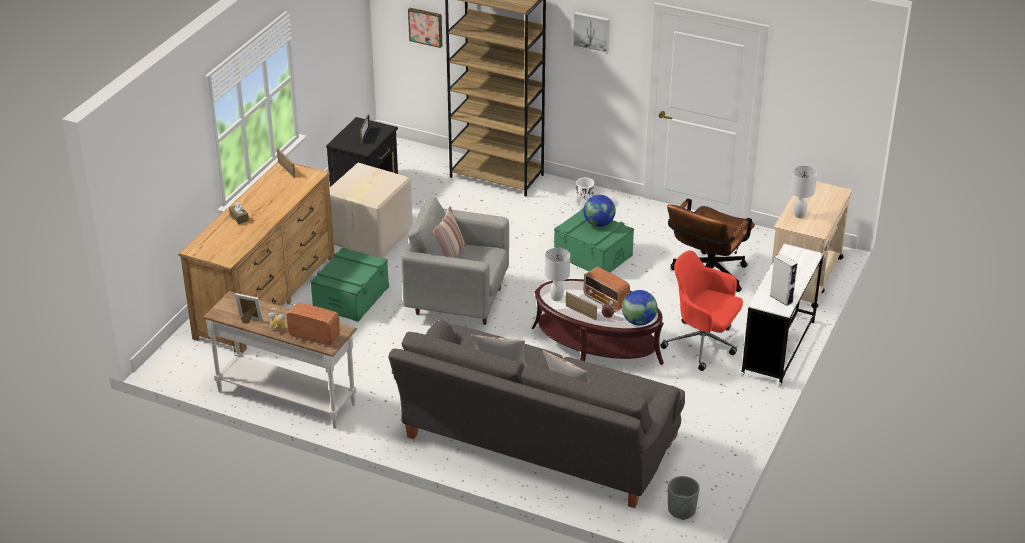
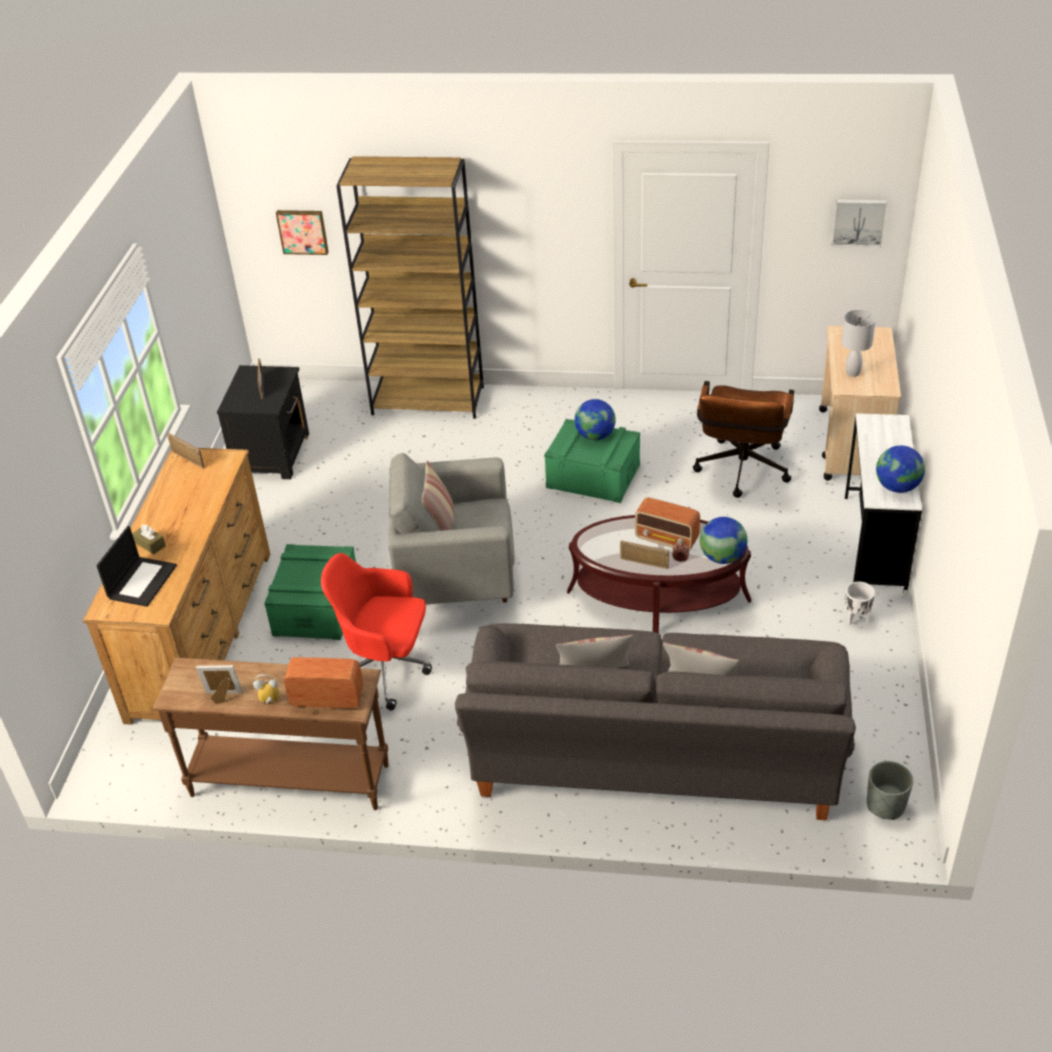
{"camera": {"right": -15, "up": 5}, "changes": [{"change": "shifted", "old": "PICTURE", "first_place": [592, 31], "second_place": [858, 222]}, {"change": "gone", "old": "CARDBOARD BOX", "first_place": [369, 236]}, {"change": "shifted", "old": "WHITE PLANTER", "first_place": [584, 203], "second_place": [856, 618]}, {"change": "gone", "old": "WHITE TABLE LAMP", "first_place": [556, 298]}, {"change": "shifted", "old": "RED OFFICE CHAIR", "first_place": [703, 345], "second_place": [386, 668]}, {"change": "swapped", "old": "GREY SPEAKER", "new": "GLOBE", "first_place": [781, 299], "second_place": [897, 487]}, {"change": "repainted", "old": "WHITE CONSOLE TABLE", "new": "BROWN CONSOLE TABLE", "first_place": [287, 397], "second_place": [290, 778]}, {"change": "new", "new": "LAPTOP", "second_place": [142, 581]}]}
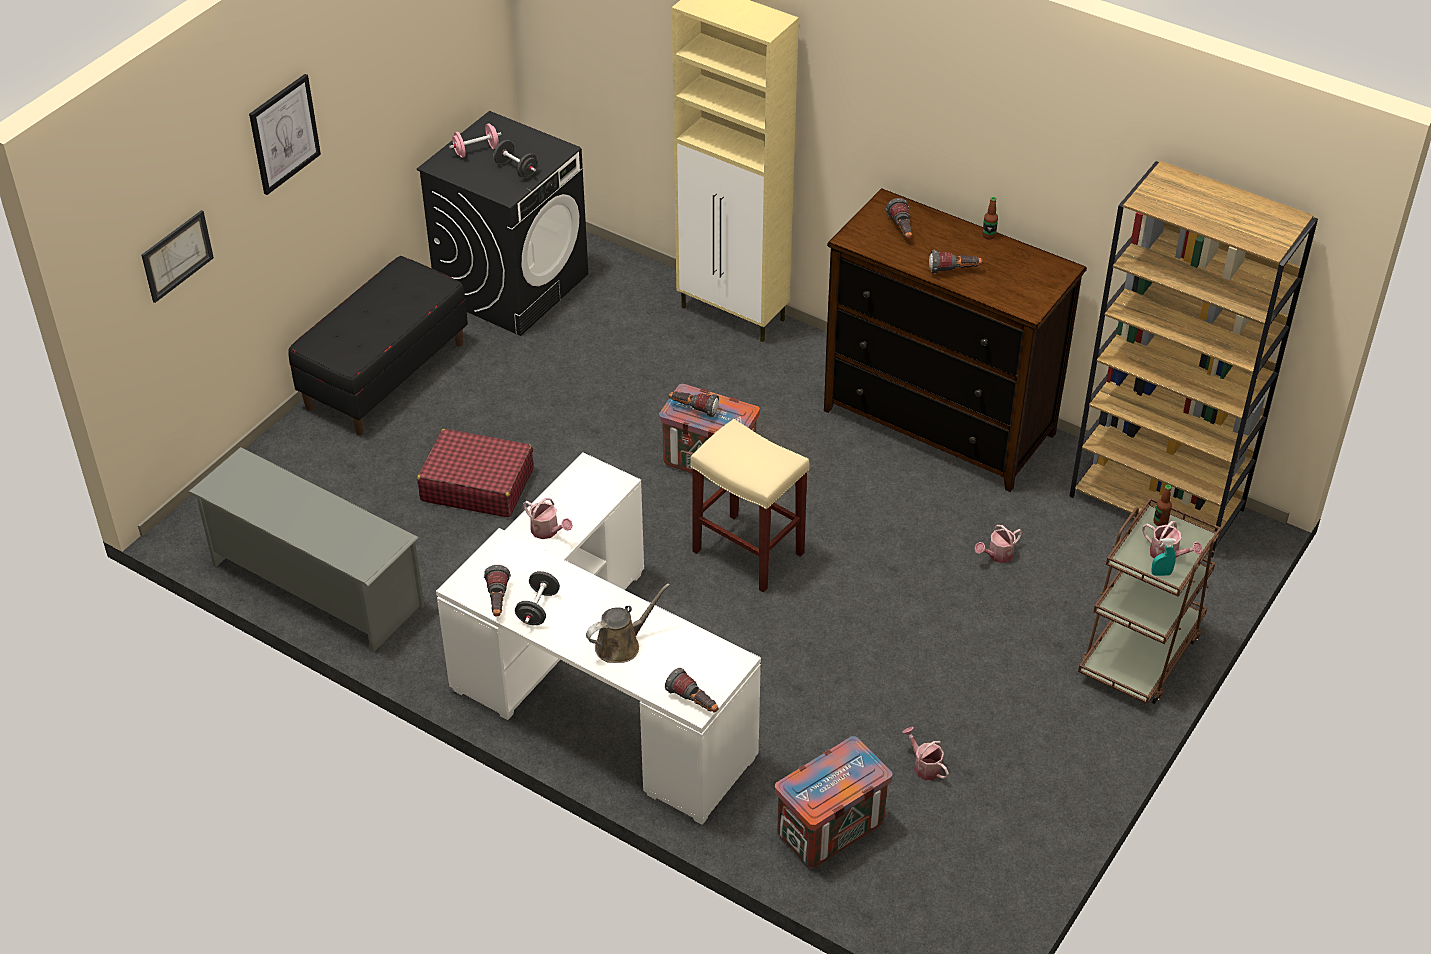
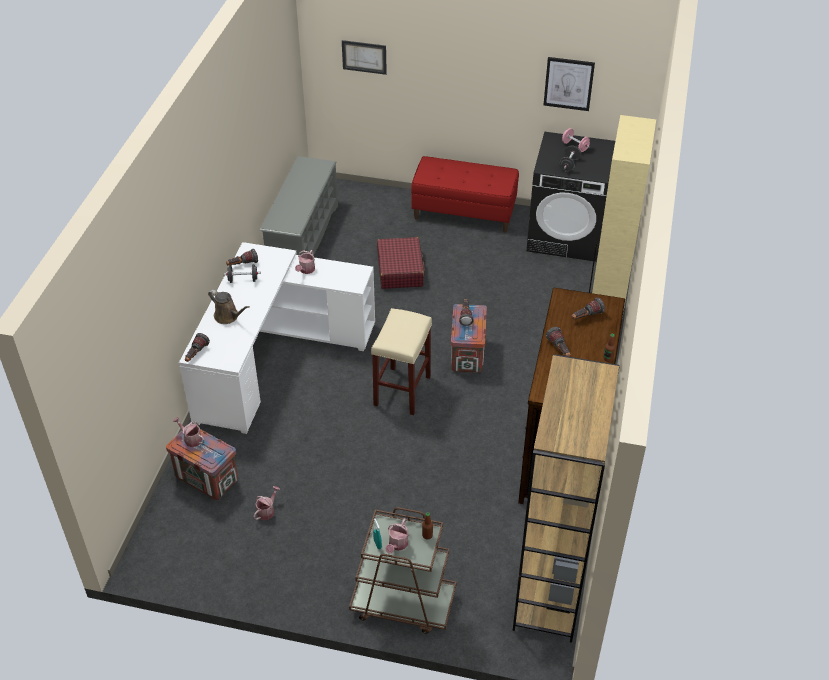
{"camera": {"right": 70, "up": 0}, "changes": [{"change": "shifted", "old": "PICTURE", "first_place": [284, 134], "second_place": [568, 83]}, {"change": "repainted", "old": "BLACK BENCH", "new": "RED BENCH", "first_place": [385, 375], "second_place": [464, 213]}, {"change": "shifted", "old": "WATERING CAN", "first_place": [997, 555], "second_place": [191, 439]}]}
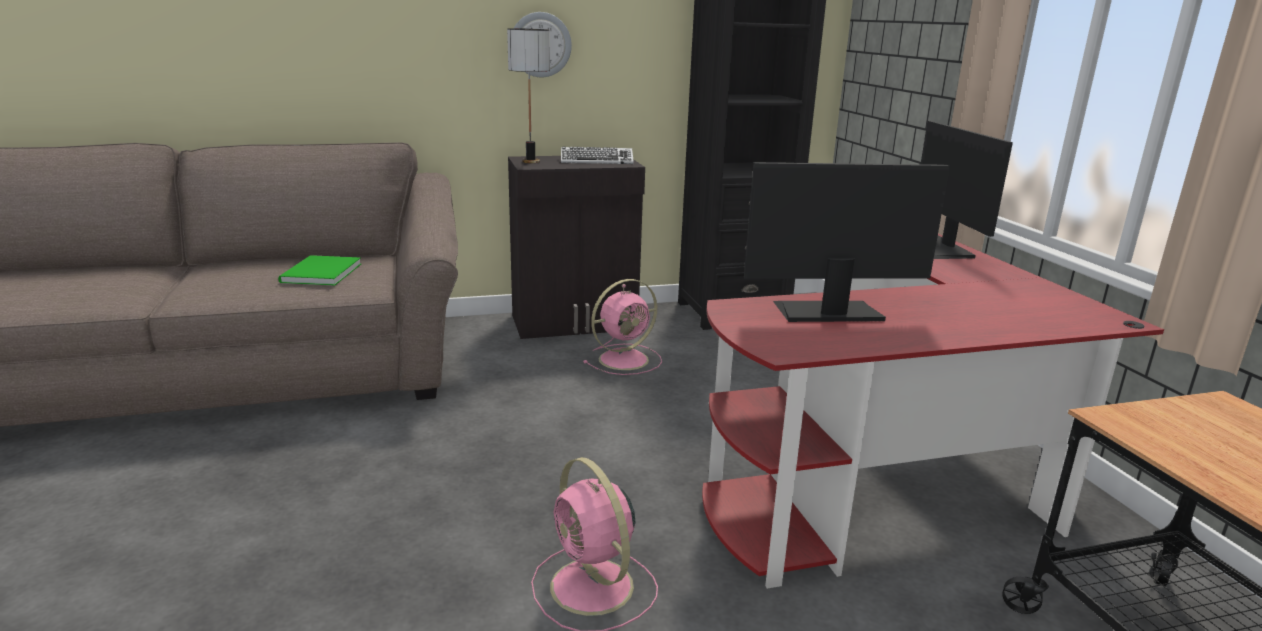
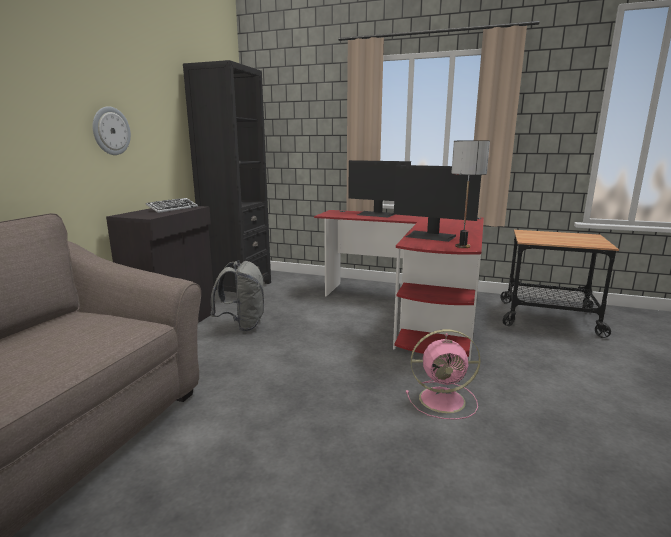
{"camera": {"right": -55, "up": -5}, "changes": [{"change": "shifted", "old": "TABLE LAMP", "first_place": [530, 161], "second_place": [462, 246]}, {"change": "rotated", "old": "MONITOR", "first_place": [827, 312], "second_place": [431, 236], "degrees": -90}, {"change": "gone", "old": "GREEN BOOK", "first_place": [319, 273]}, {"change": "swapped", "old": "PINK FAN", "new": "GREY BACKPACK", "first_place": [625, 359], "second_place": [242, 325]}]}
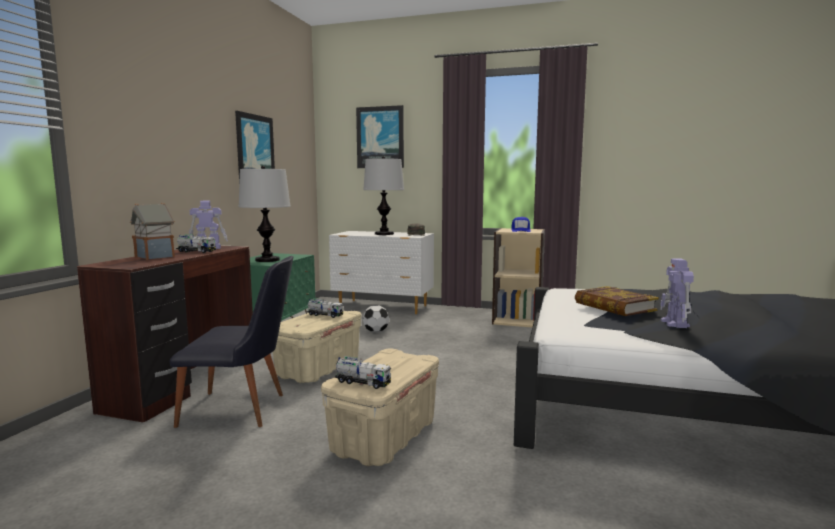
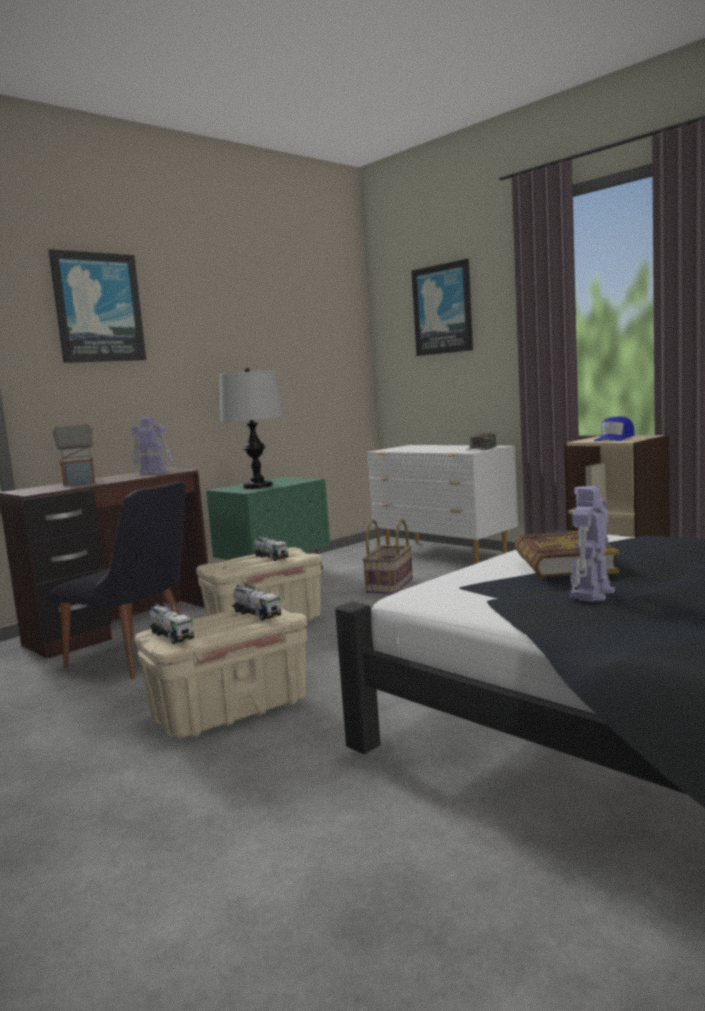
{"camera": {"right": 30, "up": 0}, "changes": [{"change": "shifted", "old": "PICTURE", "first_place": [254, 151], "second_place": [98, 308]}, {"change": "gone", "old": "TABLE LAMP", "first_place": [383, 234]}, {"change": "shifted", "old": "TOY TRUCK", "first_place": [196, 251], "second_place": [256, 614]}, {"change": "swapped", "old": "FOOTBALL", "new": "BASKET", "first_place": [376, 331], "second_place": [390, 585]}]}
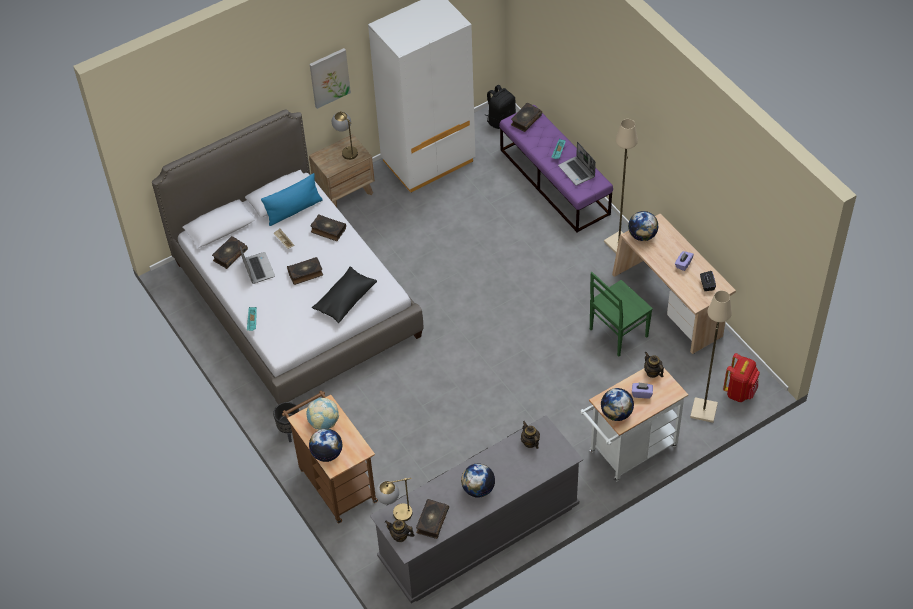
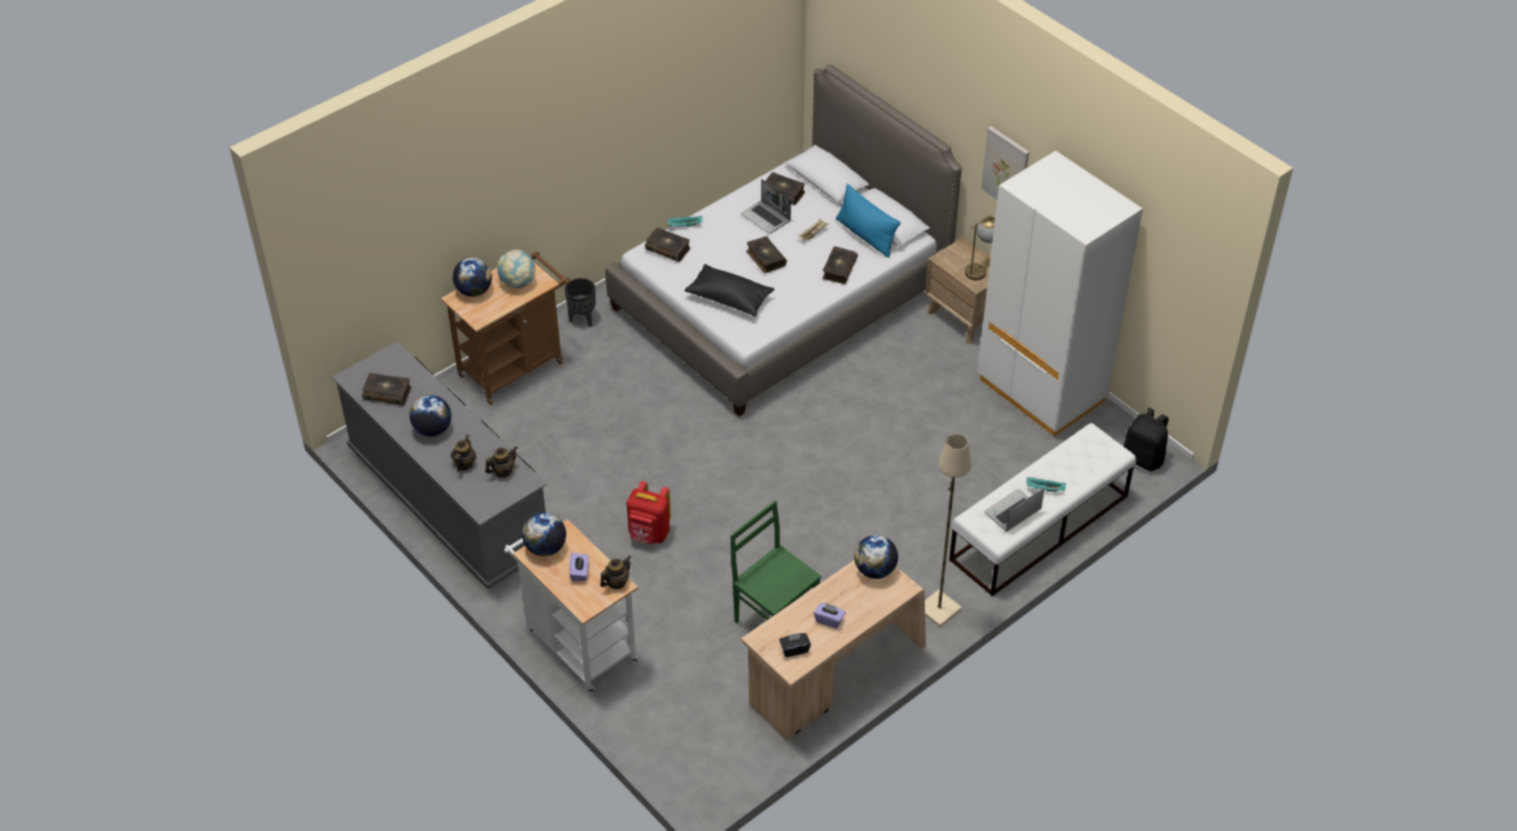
{"camera": {"right": 80, "up": -5}, "changes": [{"change": "shifted", "old": "BOOK", "first_place": [525, 120], "second_place": [668, 249]}, {"change": "repainted", "old": "PURPLE BENCH", "new": "WHITE BENCH", "first_place": [554, 182], "second_place": [1039, 528]}, {"change": "rotated", "old": "LAPTOP", "first_place": [258, 268], "second_place": [766, 218], "degrees": 75}, {"change": "gone", "old": "BEIGE FLOOR LAMP", "first_place": [704, 411]}, {"change": "shifted", "old": "RED BACKPACK", "first_place": [740, 391], "second_place": [649, 534]}, {"change": "gone", "old": "TABLE LAMP", "first_place": [395, 515]}, {"change": "shifted", "old": "TEAPOT", "first_place": [400, 536], "second_place": [464, 464]}]}
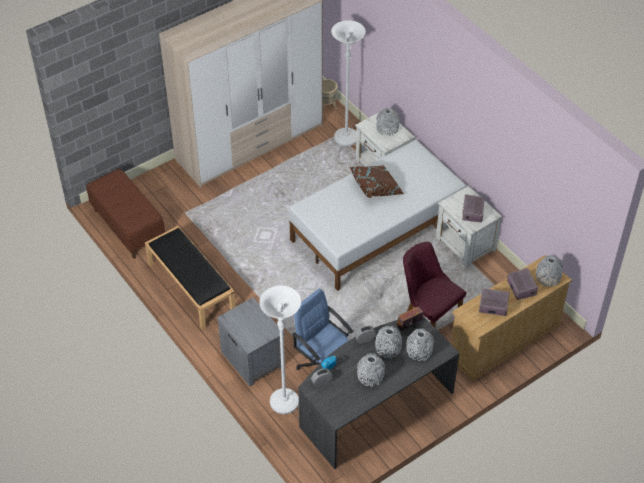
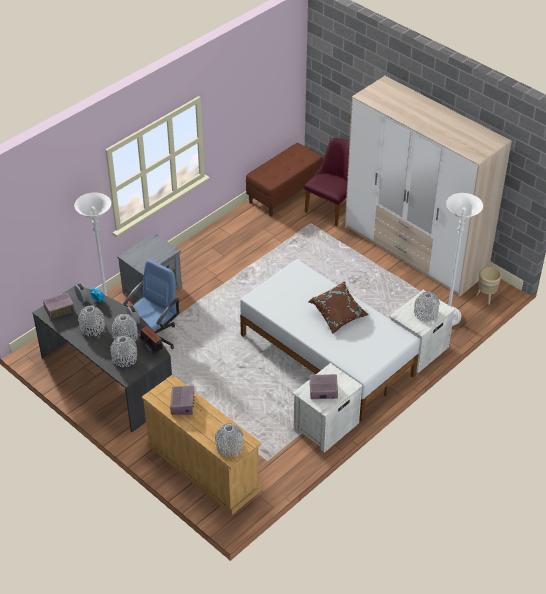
{"camera": {"right": 80, "up": -5}, "changes": [{"change": "gone", "old": "BLACK BENCH", "first_place": [190, 287]}, {"change": "shifted", "old": "PURPLE CHAIR", "first_place": [428, 314], "second_place": [332, 207]}, {"change": "shifted", "old": "RADIO", "first_place": [521, 288], "second_place": [59, 310]}]}
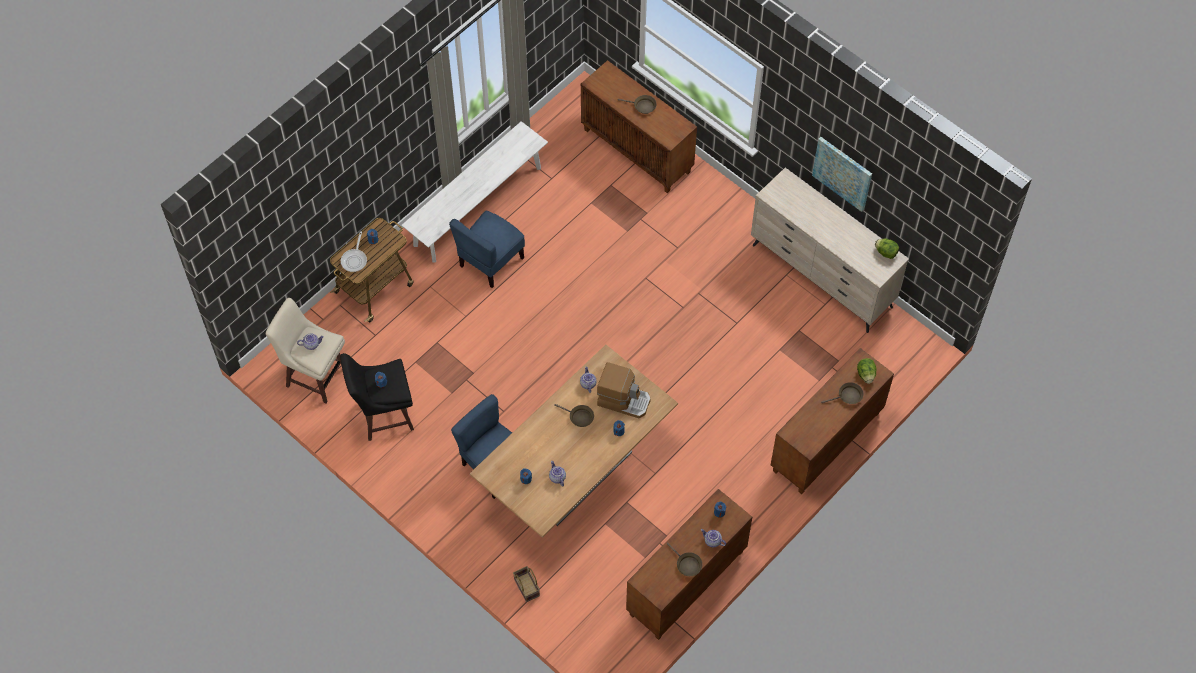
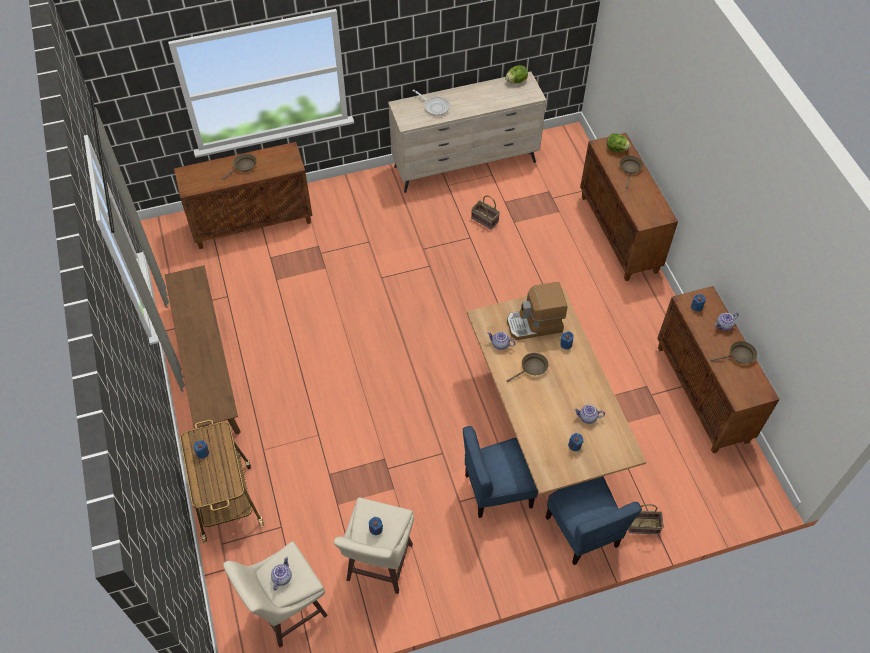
{"camera": {"right": -60, "up": -5}, "changes": [{"change": "repainted", "old": "WHITE BENCH", "new": "BROWN BENCH", "first_place": [477, 206], "second_place": [208, 367]}, {"change": "gone", "old": "PICTURE", "first_place": [842, 173]}, {"change": "shifted", "old": "BLUE CHAIR", "first_place": [490, 262], "second_place": [583, 531]}, {"change": "shifted", "old": "FRYING PAN", "first_place": [355, 259], "second_place": [435, 107]}, {"change": "repainted", "old": "BLACK STOOL", "new": "BEIGE STOOL", "first_place": [384, 415], "second_place": [378, 564]}, {"change": "rotated", "old": "COFFEE MACHINE", "first_place": [623, 400], "second_place": [535, 325], "degrees": -150}, {"change": "new", "new": "BASKET", "second_place": [485, 220]}]}
